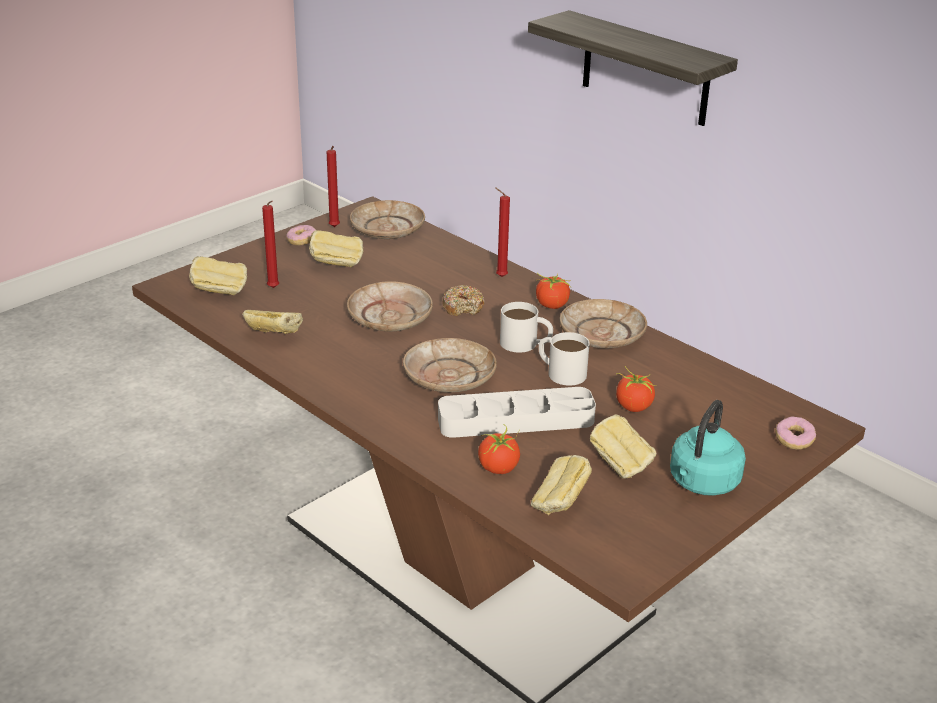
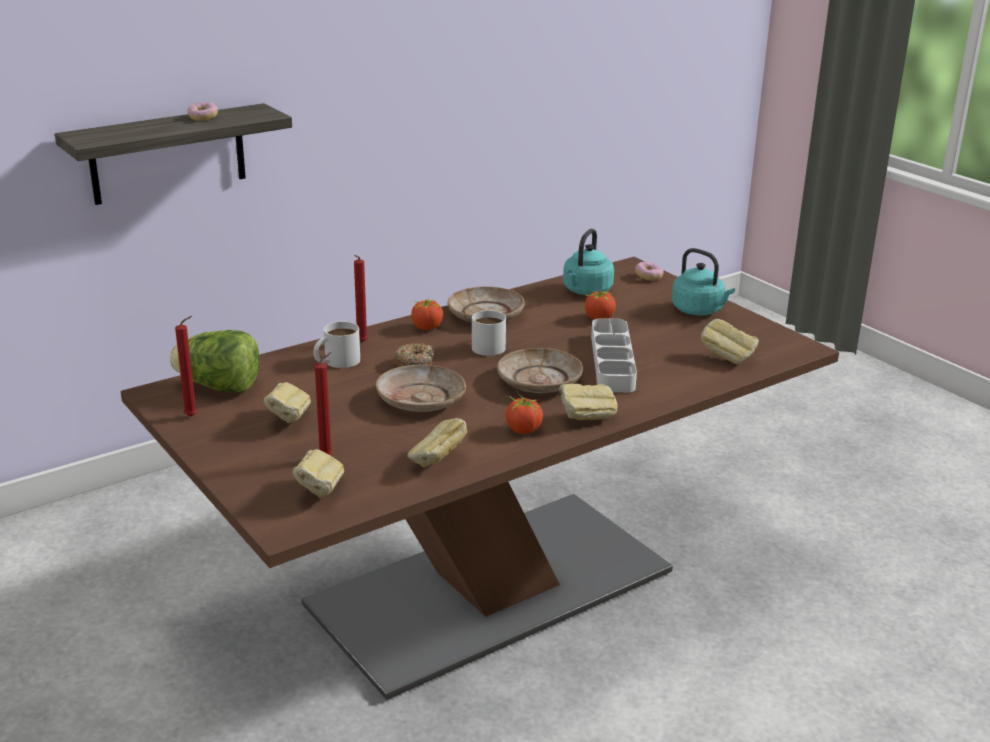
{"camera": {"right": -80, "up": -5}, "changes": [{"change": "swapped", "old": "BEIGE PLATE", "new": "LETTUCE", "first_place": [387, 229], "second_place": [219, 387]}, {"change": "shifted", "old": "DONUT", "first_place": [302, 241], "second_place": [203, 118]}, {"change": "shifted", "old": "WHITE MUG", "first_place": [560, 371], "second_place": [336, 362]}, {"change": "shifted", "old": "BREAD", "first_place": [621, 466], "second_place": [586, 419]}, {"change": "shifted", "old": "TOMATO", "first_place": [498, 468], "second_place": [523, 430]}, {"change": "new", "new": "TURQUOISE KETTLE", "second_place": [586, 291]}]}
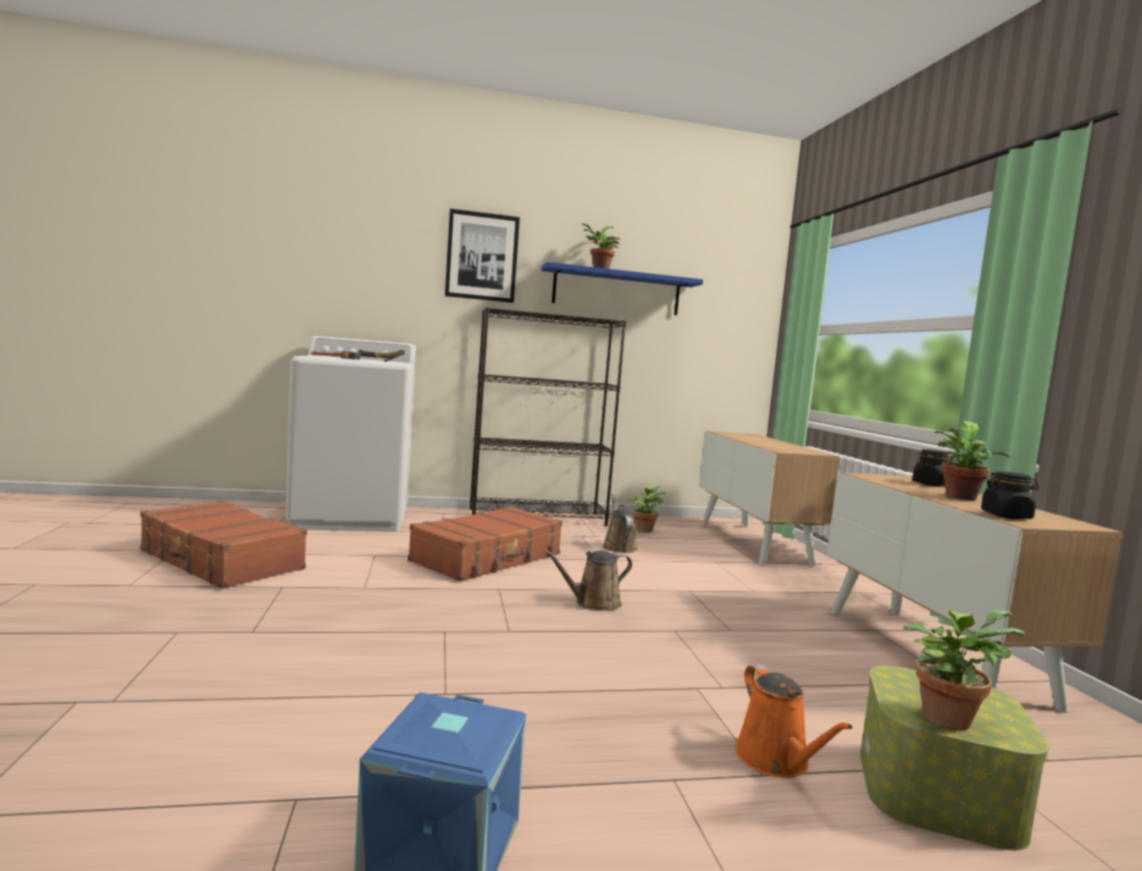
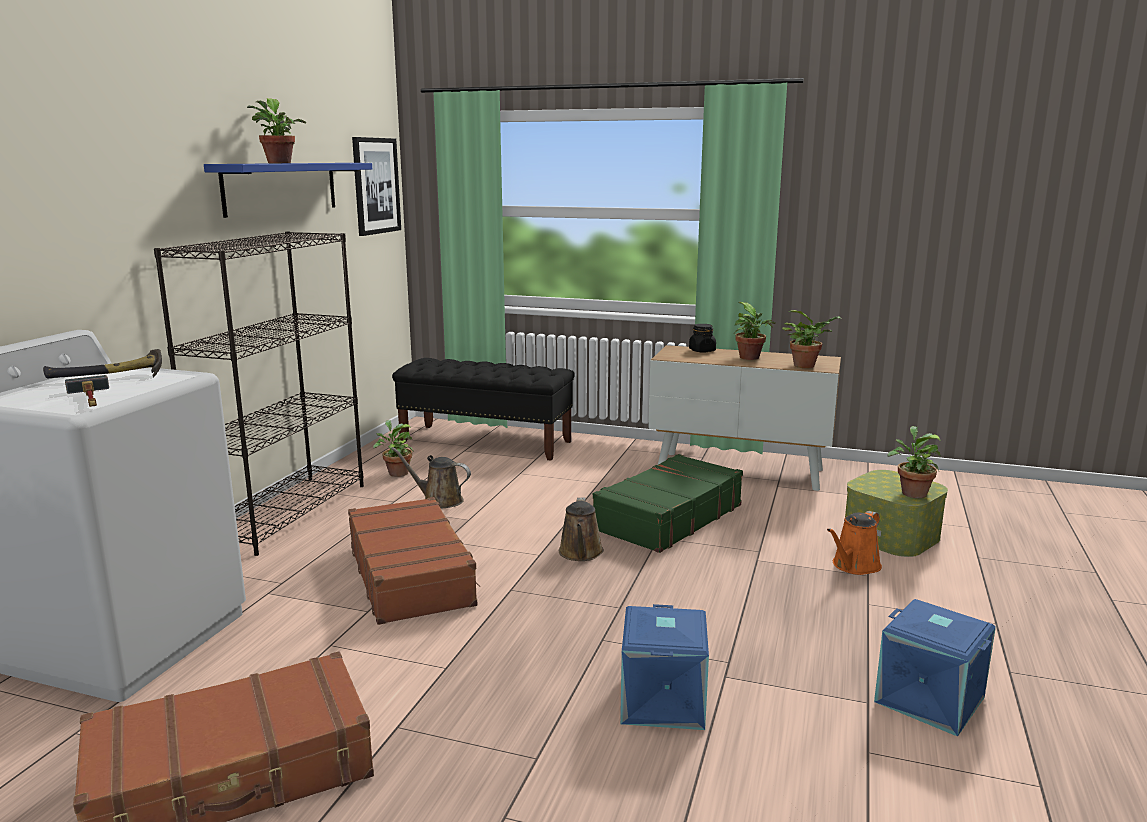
{"camera": {"right": -60, "up": 10}, "changes": [{"change": "shifted", "old": "PICTURE", "first_place": [482, 256], "second_place": [376, 186]}, {"change": "swapped", "old": "CABINET", "new": "BLACK BENCH", "first_place": [754, 543], "second_place": [486, 442]}, {"change": "swapped", "old": "BLACK JAR", "new": "POTTED PLANT", "first_place": [1006, 516], "second_place": [807, 366]}, {"change": "rotated", "old": "ORANGE WATERING CAN", "first_place": [776, 760], "second_place": [854, 566], "degrees": 120}, {"change": "new", "new": "GREEN SUITCASE", "second_place": [667, 517]}, {"change": "new", "new": "BLUE STORAGE BOX", "second_place": [664, 702]}]}
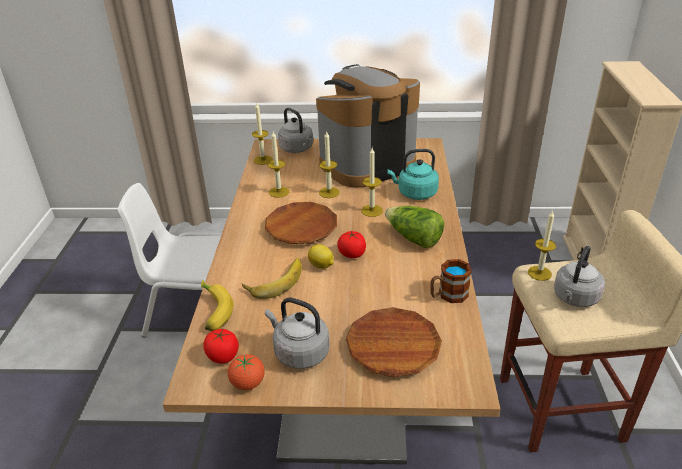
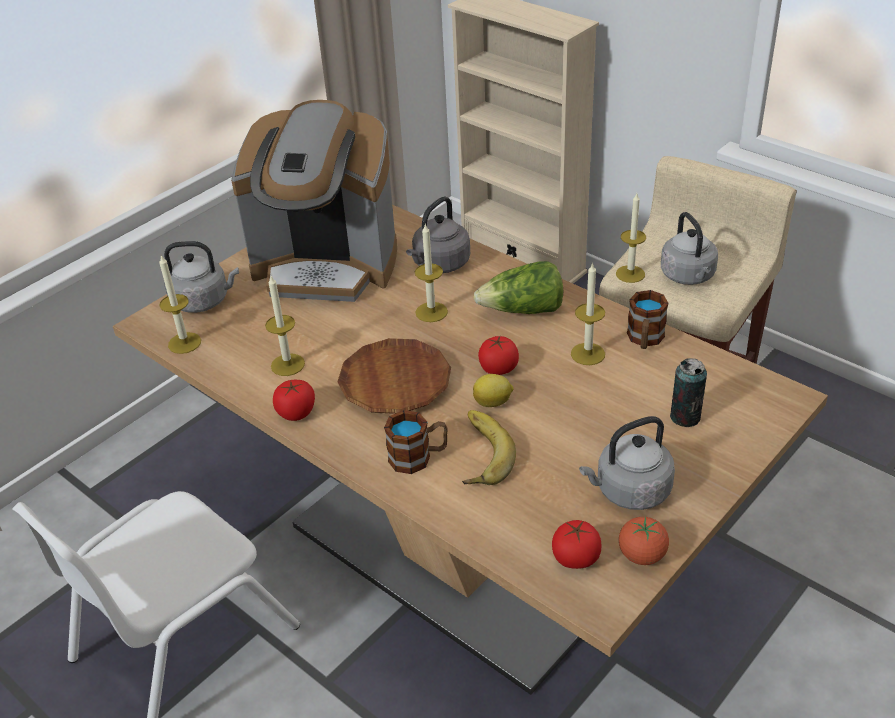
{"camera": {"right": -50, "up": 5}, "changes": [{"change": "rotated", "old": "COFFEE MACHINE", "first_place": [366, 164], "second_place": [327, 266], "degrees": -90}, {"change": "shifted", "old": "CANDLE", "first_place": [329, 192], "second_place": [588, 354]}, {"change": "repainted", "old": "TURQUOISE KETTLE", "new": "GREY KETTLE", "first_place": [415, 193], "second_place": [439, 264]}, {"change": "gone", "old": "BANANA", "first_place": [212, 311]}, {"change": "swapped", "old": "BROWN PLATE", "new": "CAN", "first_place": [393, 346], "second_place": [685, 417]}, {"change": "new", "new": "TOMATO", "second_place": [296, 412]}, {"change": "new", "new": "MUG", "second_place": [418, 457]}]}
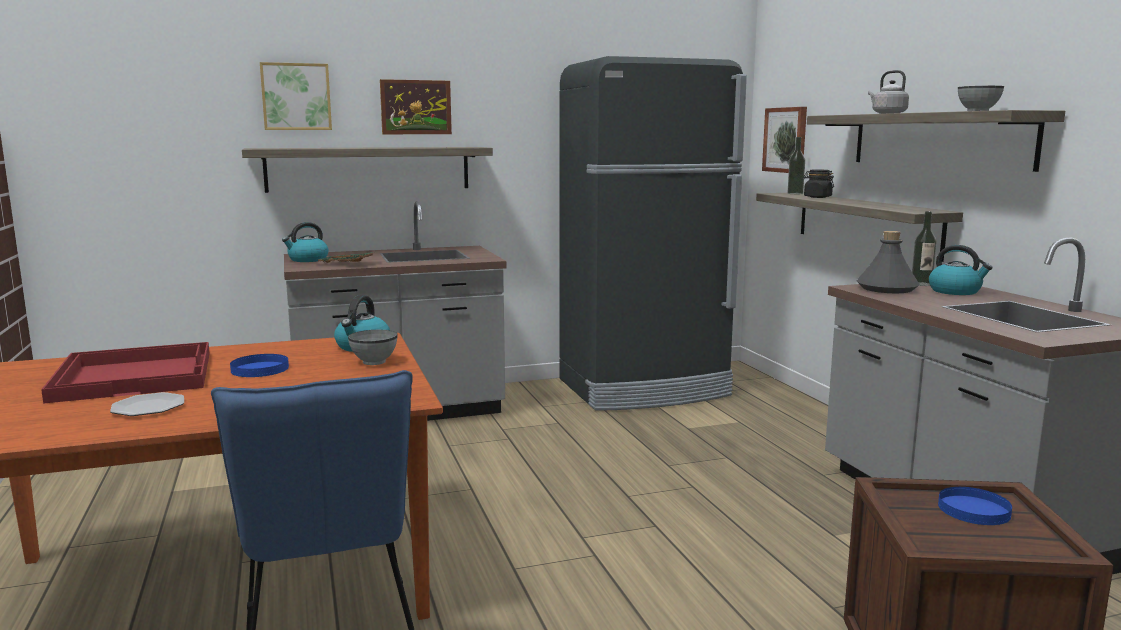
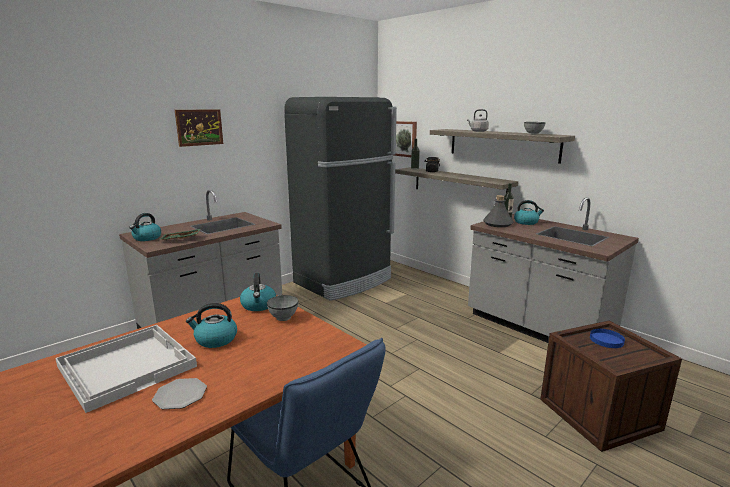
{"camera": {"right": -25, "up": 5}, "changes": [{"change": "gone", "old": "PICTURE", "first_place": [296, 97]}, {"change": "gone", "old": "SHELF", "first_place": [369, 169]}, {"change": "repainted", "old": "RED TRAY", "new": "WHITE TRAY", "first_place": [136, 375], "second_place": [128, 365]}, {"change": "swapped", "old": "BLUE PLATE", "new": "KETTLE", "first_place": [260, 369], "second_place": [215, 339]}]}
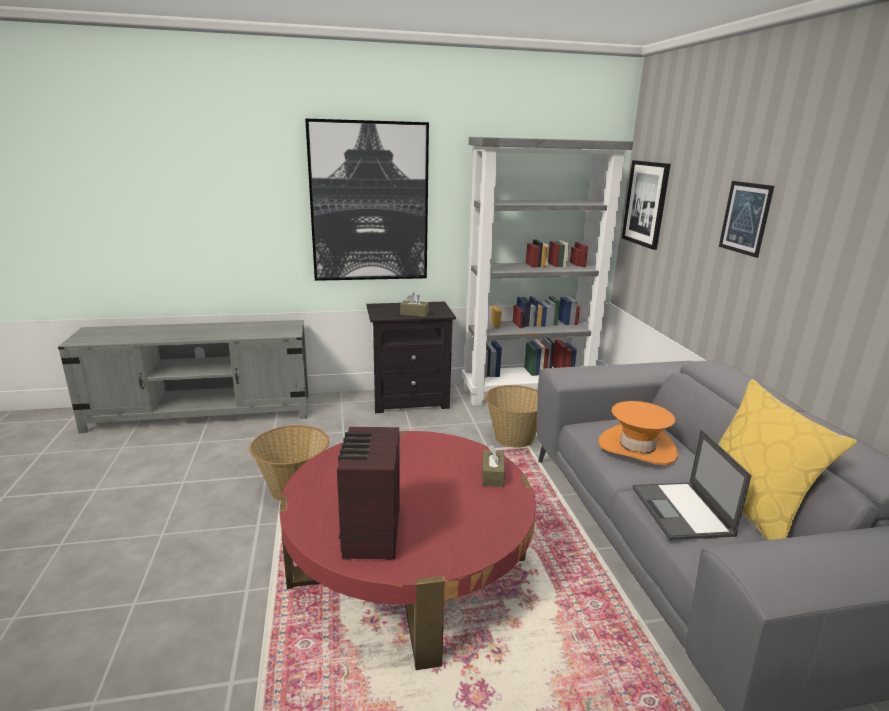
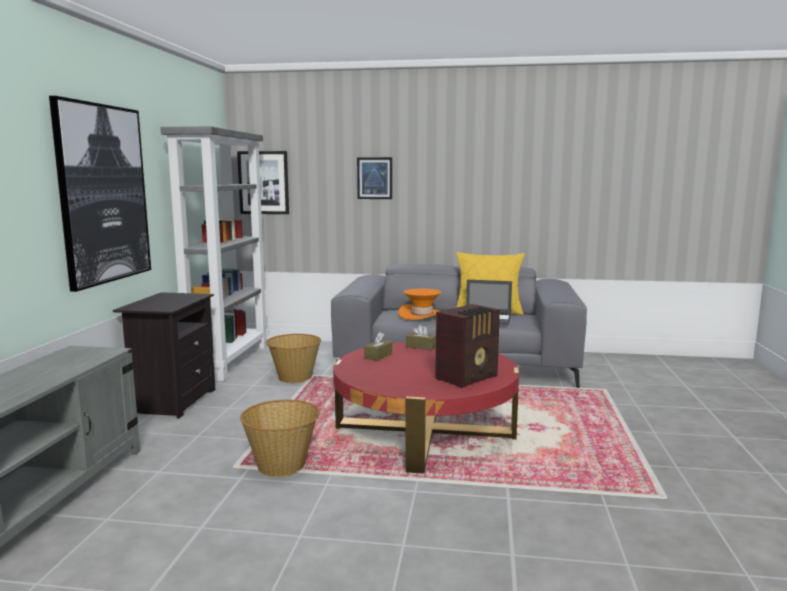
{"camera": {"right": -70, "up": -10}, "changes": [{"change": "shifted", "old": "BROWN TISSUE BOX", "first_place": [414, 314], "second_place": [378, 356]}, {"change": "rotated", "old": "RADIO", "first_place": [370, 534], "second_place": [468, 378], "degrees": -60}]}
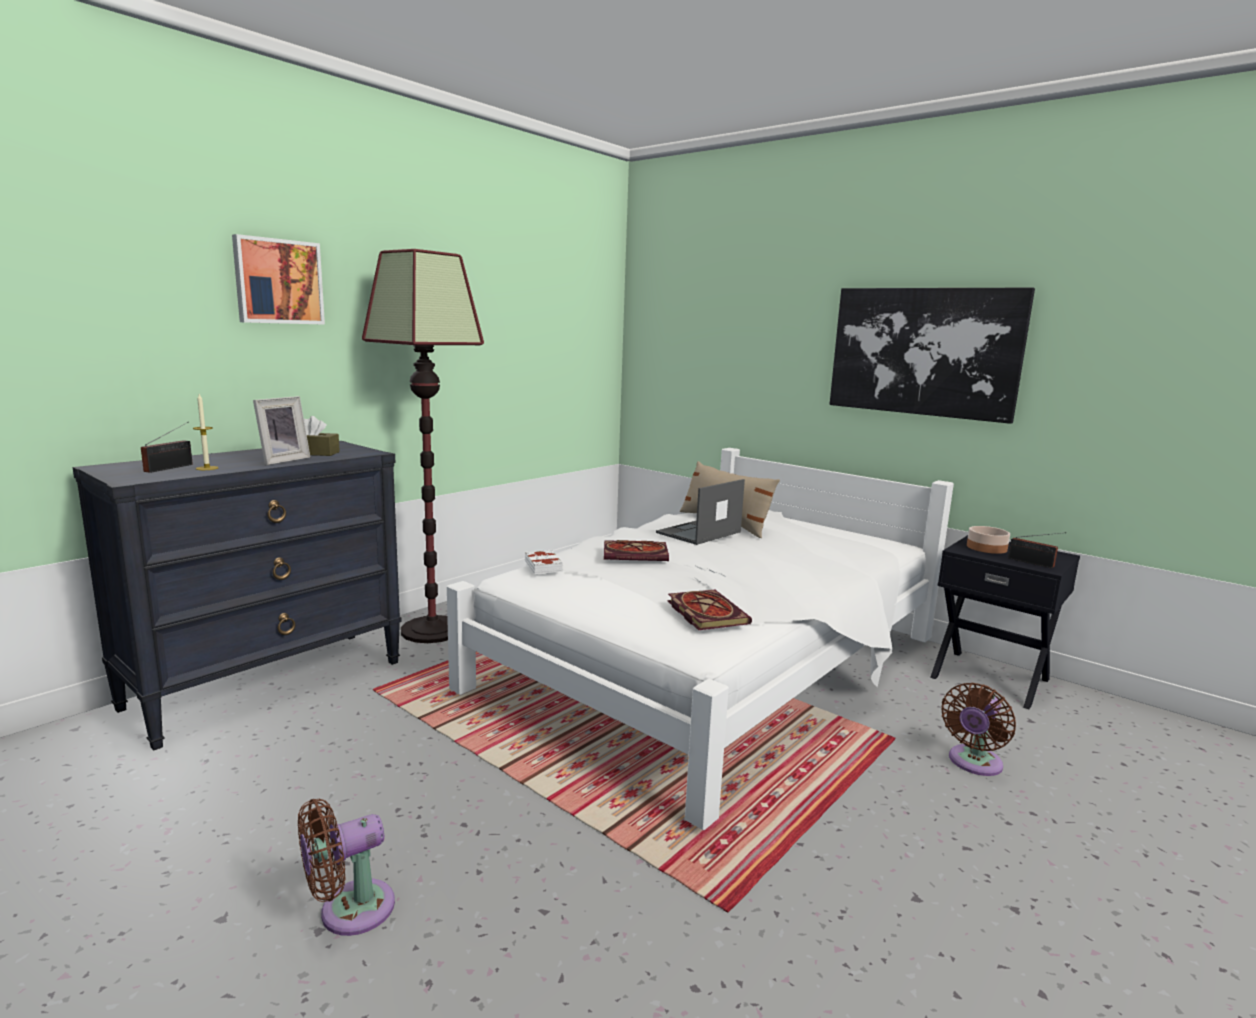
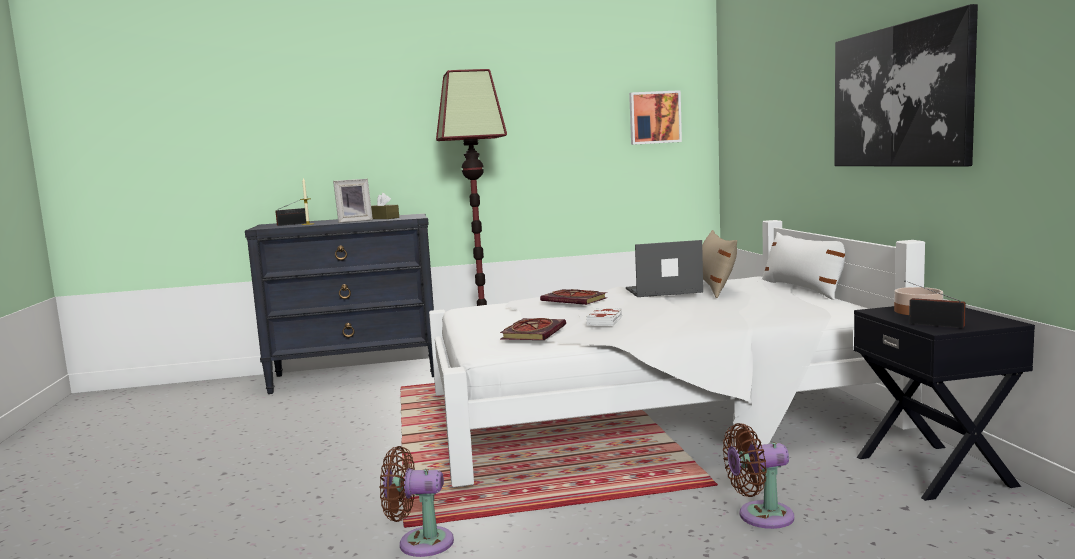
{"camera": {"right": 40, "up": -5}, "changes": [{"change": "shifted", "old": "PICTURE", "first_place": [278, 281], "second_place": [654, 117]}, {"change": "rotated", "old": "RADIO", "first_place": [1033, 563], "second_place": [933, 325], "degrees": 135}, {"change": "shifted", "old": "WHITE BOOK", "first_place": [544, 566], "second_place": [605, 321]}, {"change": "shifted", "old": "BROWN FAN", "first_place": [349, 911], "second_place": [420, 542]}, {"change": "new", "new": "WHITE PILLOW", "second_place": [803, 290]}]}
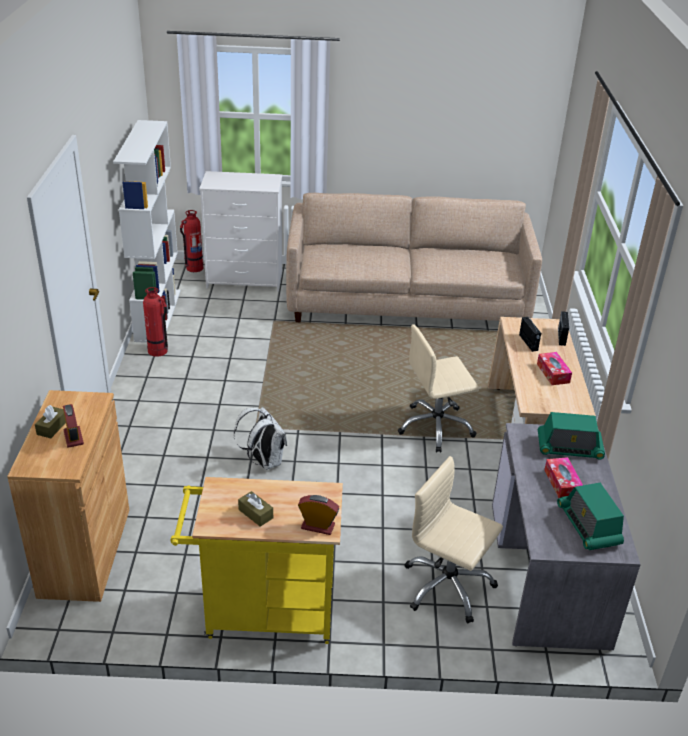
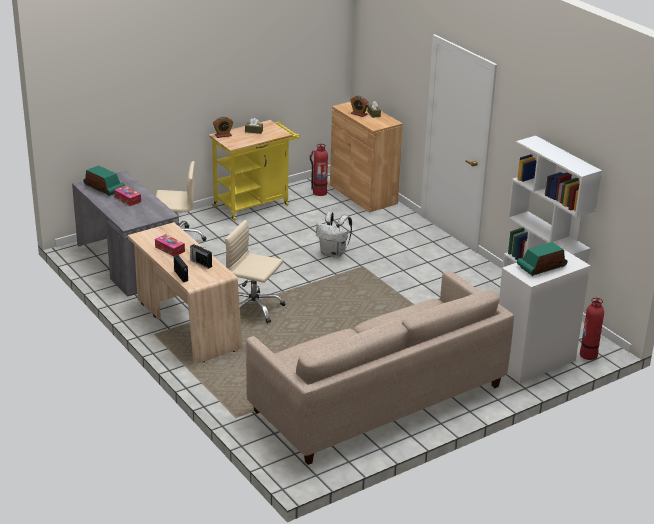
{"camera": {"right": 145, "up": -5}, "changes": [{"change": "shifted", "old": "FIRE EXTINGUISHER", "first_place": [158, 351], "second_place": [319, 192]}, {"change": "rotated", "old": "BEIGE OFFICE CHAIR", "first_place": [436, 427], "second_place": [253, 308], "degrees": -105}, {"change": "shifted", "old": "RADIO", "first_place": [569, 448], "second_place": [541, 267]}]}
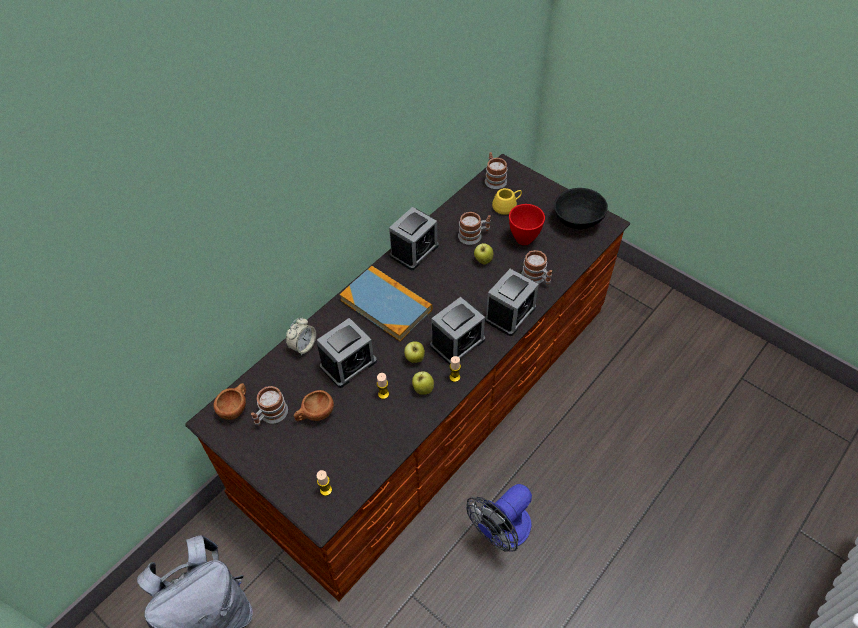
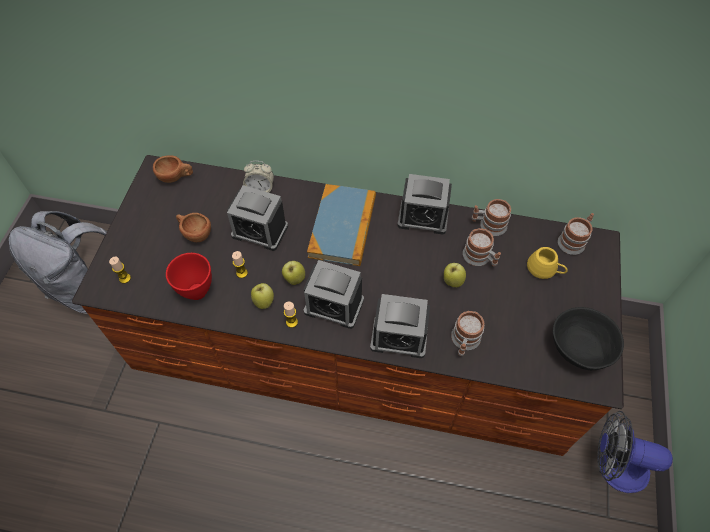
{"camera": {"right": 60, "up": 5}, "changes": [{"change": "shifted", "old": "RED BOWL", "first_place": [524, 240], "second_place": [196, 292]}, {"change": "shifted", "old": "MUG", "first_place": [270, 415], "second_place": [488, 225]}, {"change": "shifted", "old": "FAN", "first_place": [501, 531], "second_place": [614, 466]}]}
